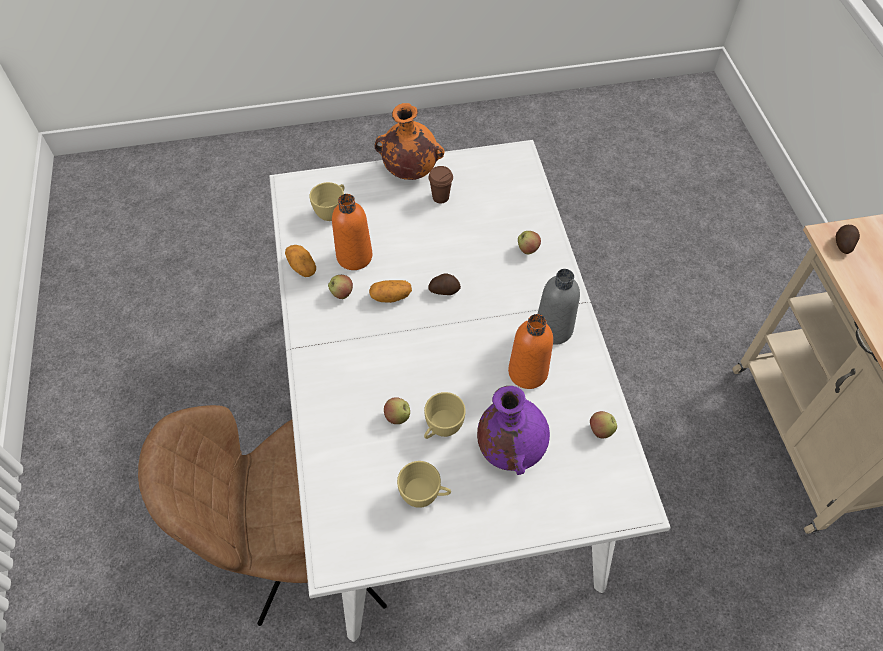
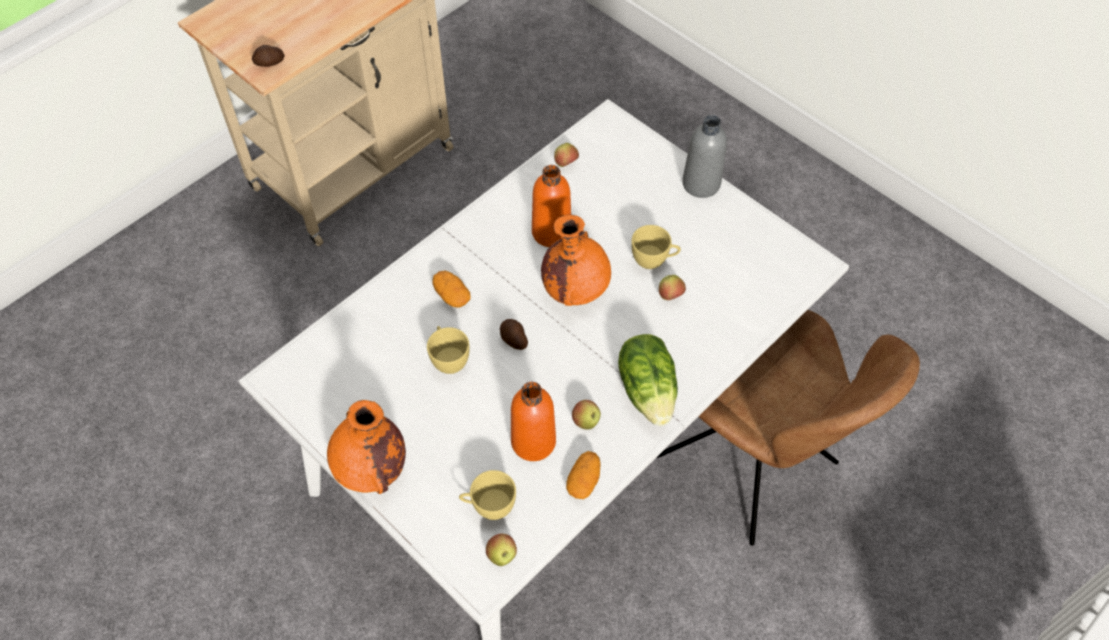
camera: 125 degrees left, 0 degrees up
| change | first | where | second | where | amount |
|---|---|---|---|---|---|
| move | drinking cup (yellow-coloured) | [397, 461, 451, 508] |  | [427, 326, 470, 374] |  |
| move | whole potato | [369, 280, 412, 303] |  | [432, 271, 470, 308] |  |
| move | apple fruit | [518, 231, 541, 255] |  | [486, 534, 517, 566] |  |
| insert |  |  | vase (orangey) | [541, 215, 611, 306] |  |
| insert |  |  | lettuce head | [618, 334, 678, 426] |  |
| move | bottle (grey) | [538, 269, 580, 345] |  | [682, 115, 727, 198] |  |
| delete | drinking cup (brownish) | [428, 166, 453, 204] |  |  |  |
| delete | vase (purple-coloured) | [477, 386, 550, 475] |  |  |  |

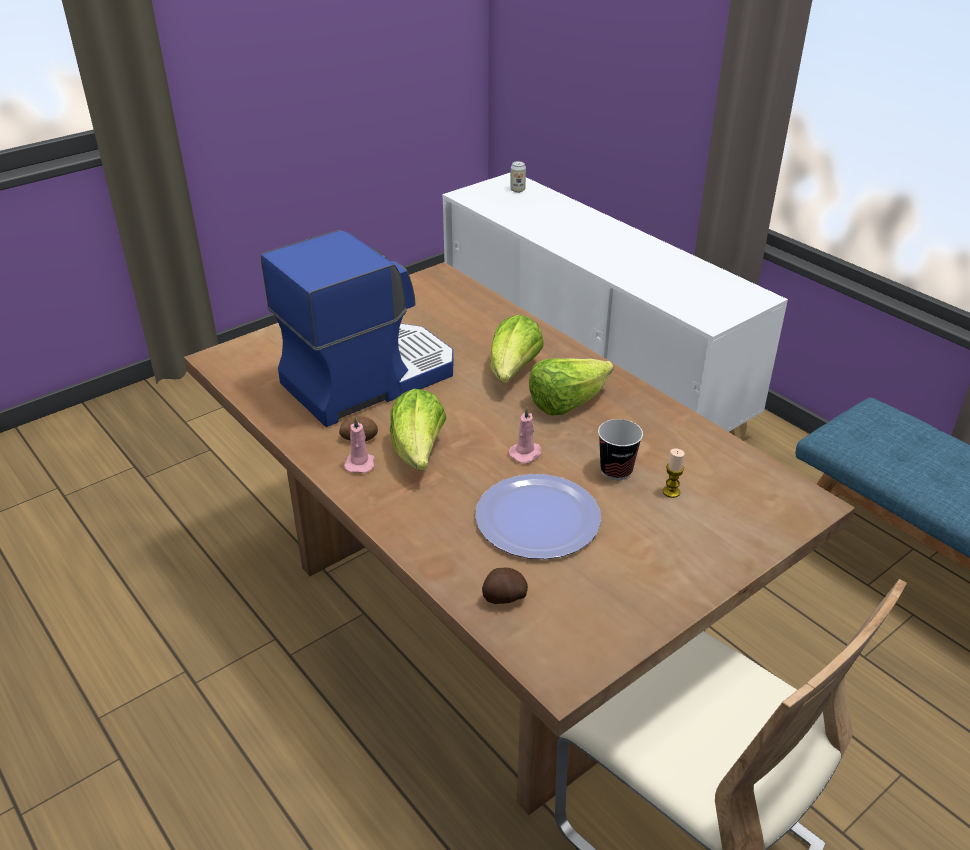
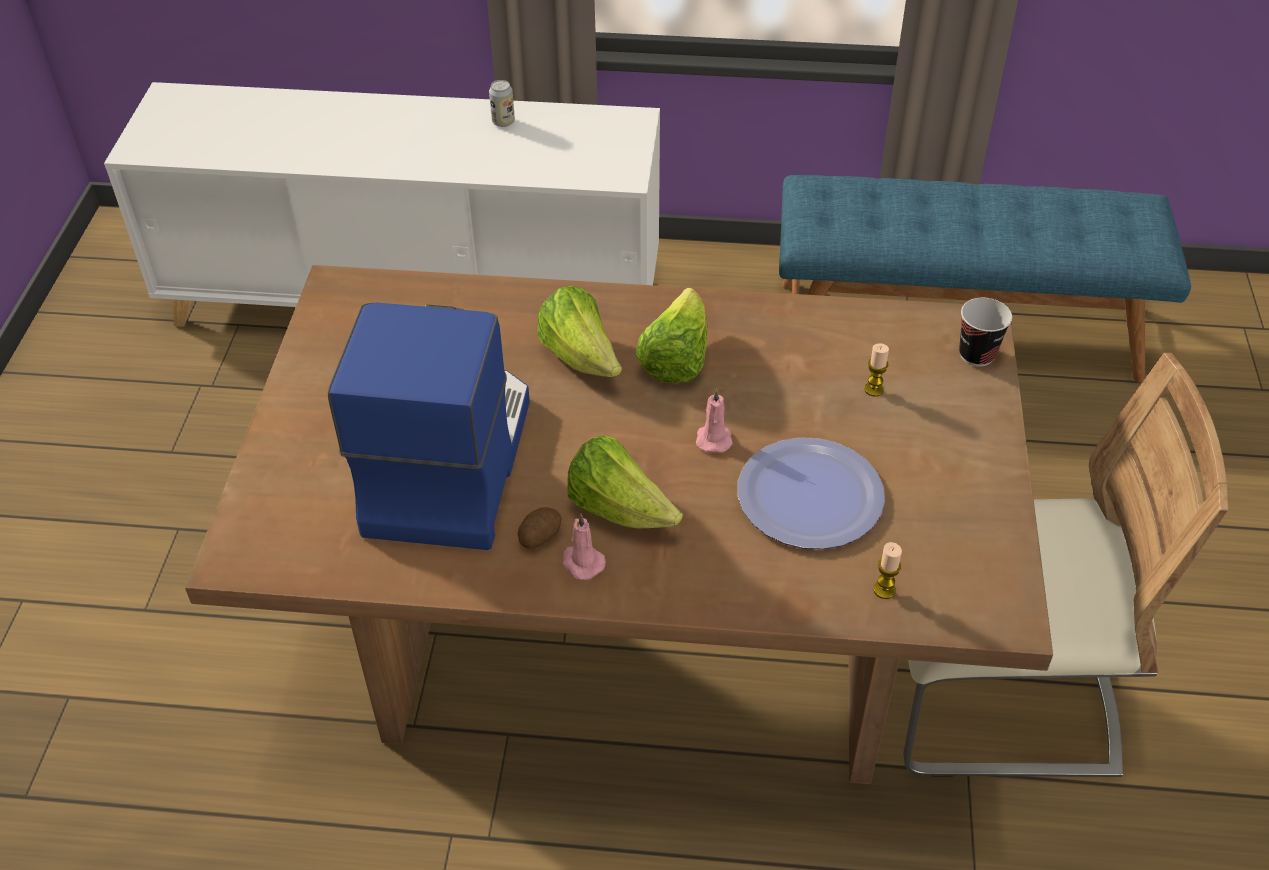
camera: 45 degrees left, 10 degrees up
| change | first | where | second | where | amount |
|---|---|---|---|---|---|
| move | sealed can | [510, 161, 526, 193] |  | [489, 80, 515, 127] |  |
| replace | whole potato | [482, 568, 528, 604] | candle | [873, 542, 902, 599] |  |
| move | drinking cup | [598, 419, 643, 480] |  | [959, 298, 1012, 367] |  |

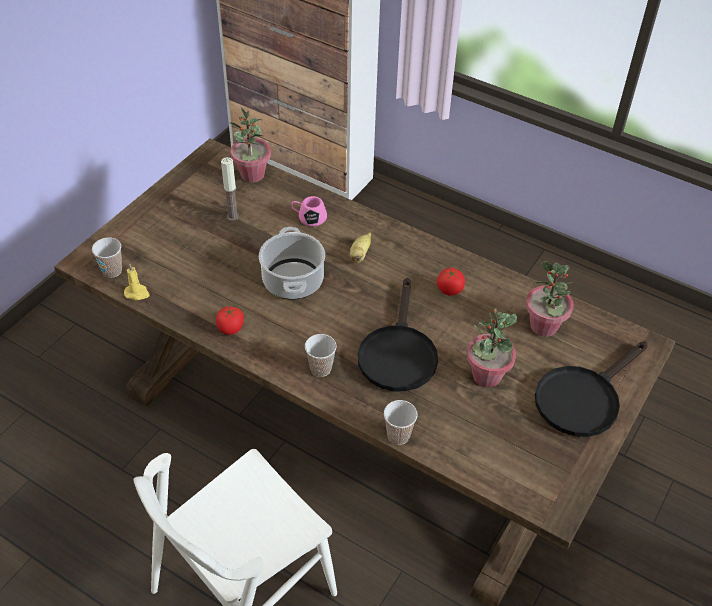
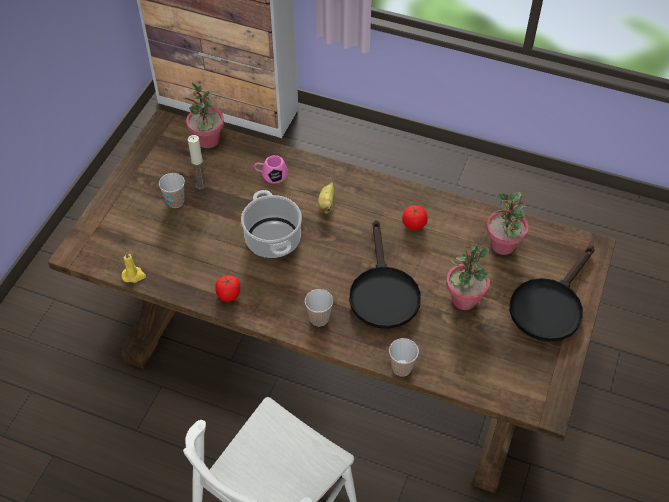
camera: 10 degrees left, 5 degrees up
| change | first | where | second | where | amount |
|---|---|---|---|---|---|
| move | drinking cup | [92, 238, 122, 278] |  | [159, 173, 185, 208] |  |

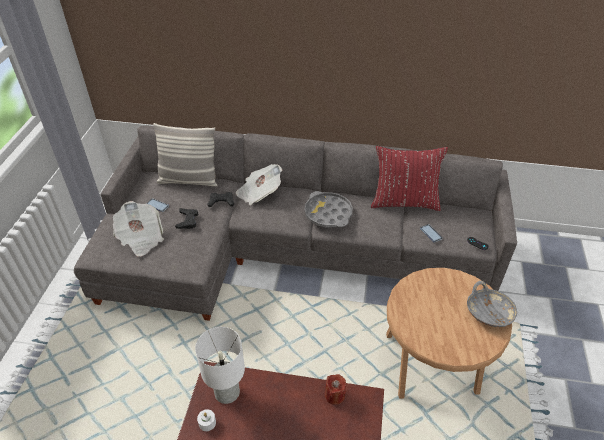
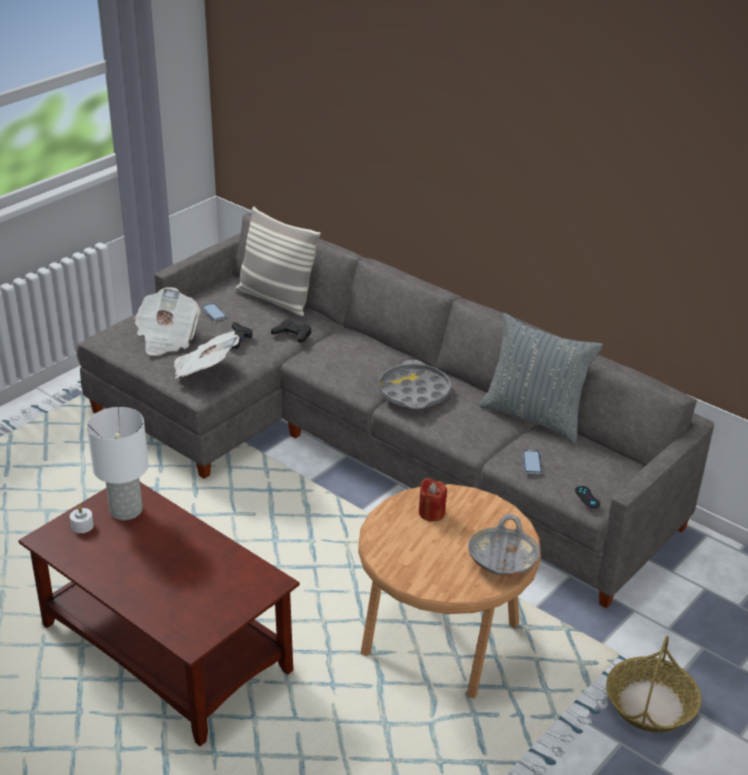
camera: 30 degrees right, 10 degrees down
| change | first | where | second | where | amount |
|---|---|---|---|---|---|
| move | newspaper | [236, 164, 282, 205] |  | [174, 331, 239, 379] |  |
| move | candle (reddish) | [325, 374, 346, 405] |  | [419, 478, 447, 521] |  |
| recolor | throw pillow (reddish) | [371, 146, 448, 211] | throw pillow (grey) | [479, 313, 603, 444] |  |
| insert |  |  | household basket | [606, 636, 702, 733] |  |

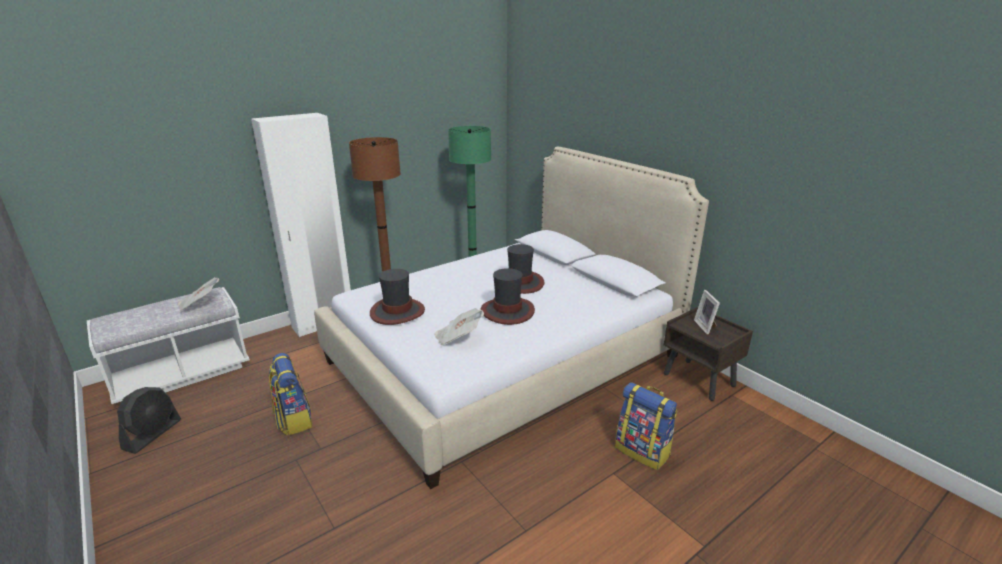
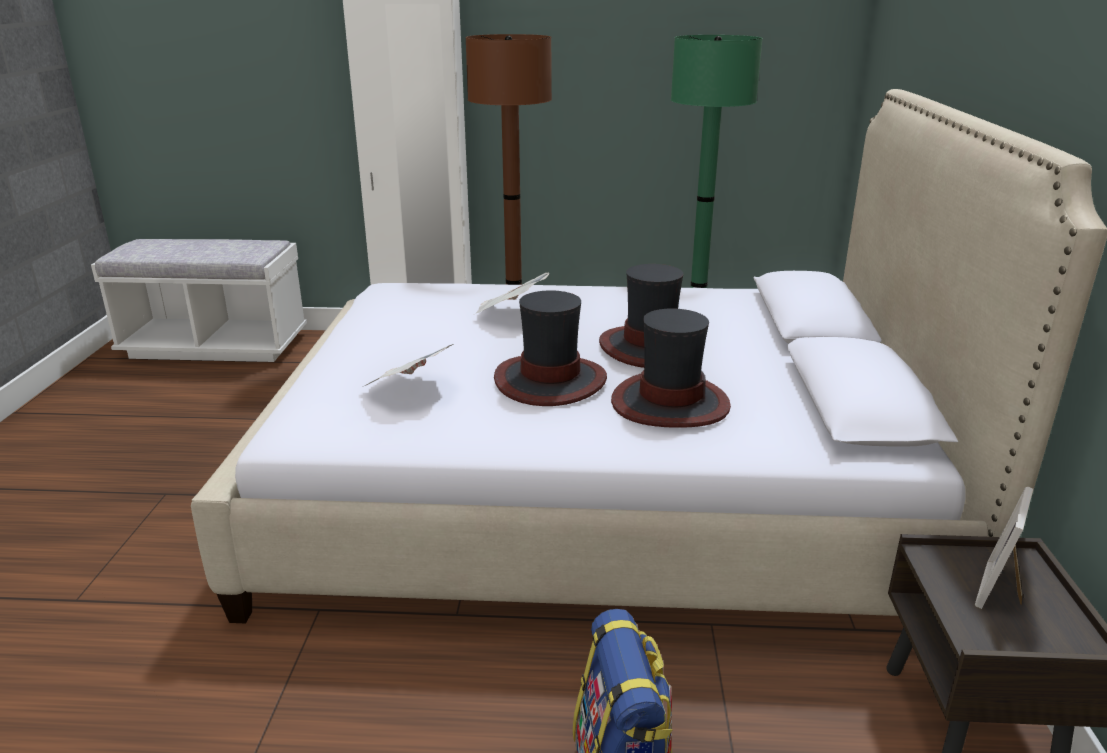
camera: 40 degrees right, 0 degrees up
| change | first | where | second | where | amount |
|---|---|---|---|---|---|
| move | newspaper | [178, 277, 219, 311] |  | [475, 272, 550, 314] |  |
| move | hat | [370, 269, 425, 325] |  | [611, 308, 731, 428] |  |
| delete | fan (black) | [117, 387, 181, 454] |  |  |  |
| delete | backpack | [269, 353, 312, 436] |  |  |  |

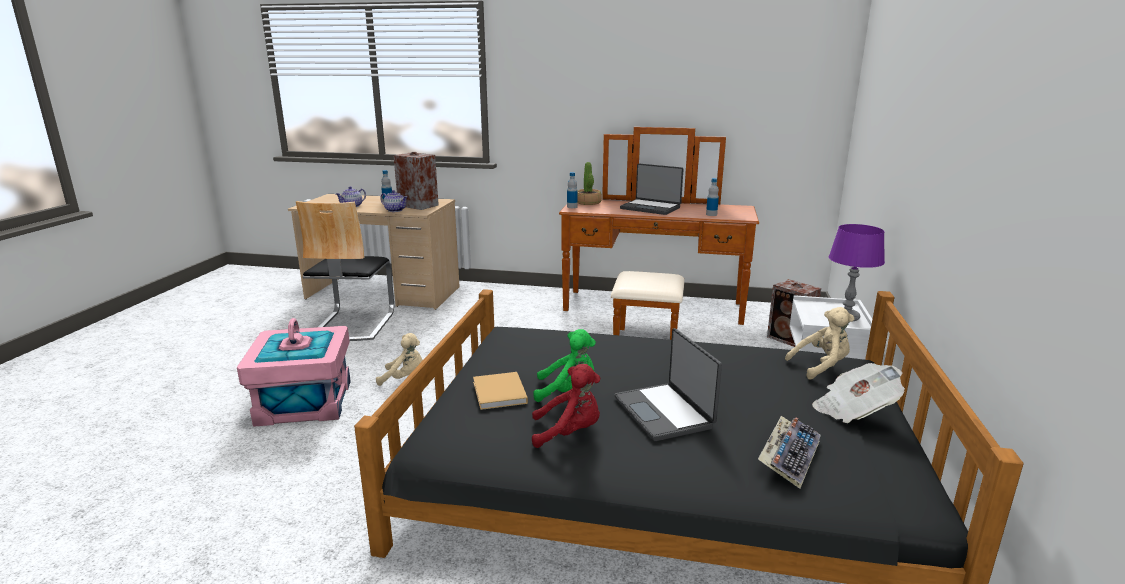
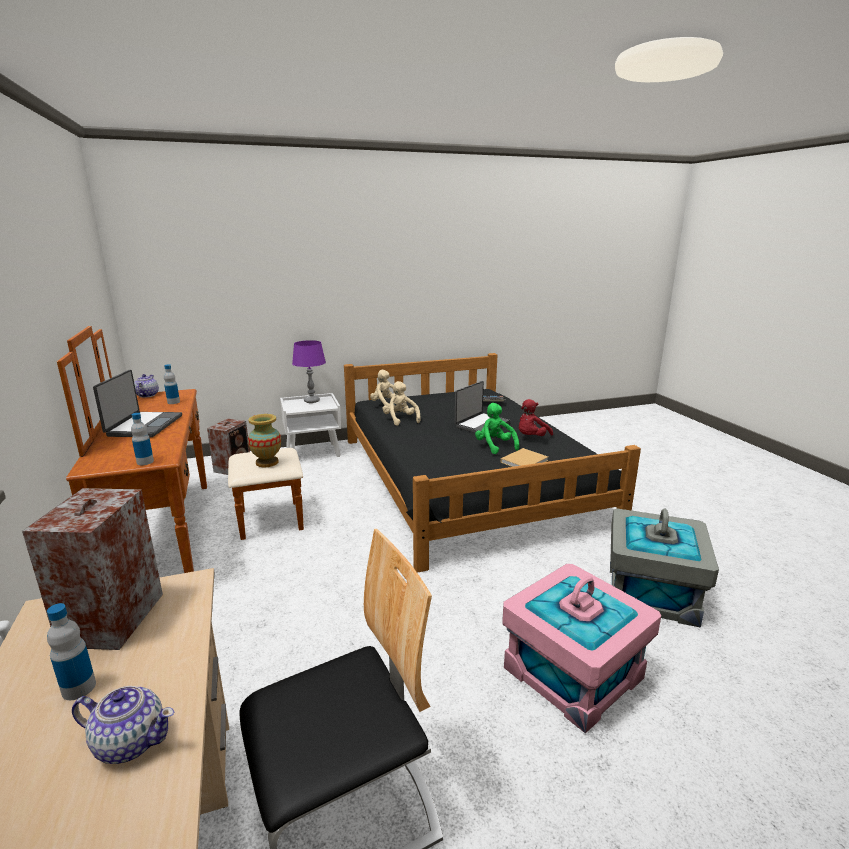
camera: 120 degrees left, 0 degrees up
| change | first | where | second | where | amount |
|---|---|---|---|---|---|
| move | tea pot | [380, 190, 408, 212] |  | [134, 374, 159, 398] |  |
| insert |  |  | vase | [248, 414, 281, 467] |  |
| move | cuddly toy (sand-coloured) | [376, 333, 423, 386] |  | [382, 381, 420, 426] |  |
| rotate | cuddly toy (reddish) | [532, 364, 600, 448] |  | [519, 399, 553, 436] | 105 degrees counterclockwise |
| insert |  |  | storage container (grey) | [610, 508, 719, 628] |  |
| delete | potted plant | [577, 162, 602, 205] |  |  |  |
| delete | newspaper | [812, 363, 905, 423] |  |  |  |

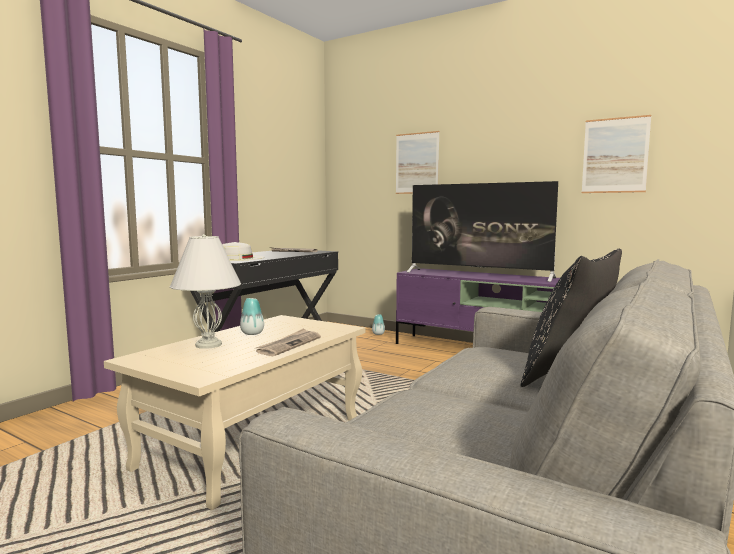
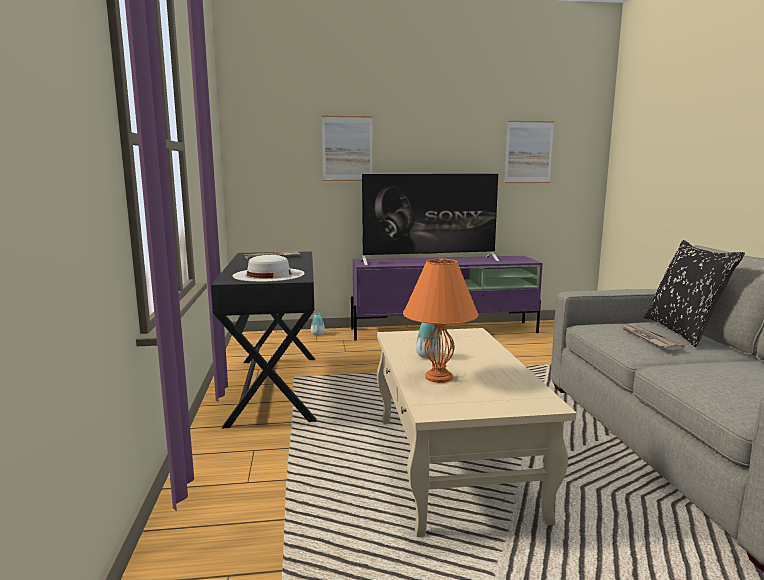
camera: 40 degrees left, 5 degrees up
| change | first | where | second | where | amount |
|---|---|---|---|---|---|
| recolor | lamp for a table (white-coloured) | [170, 234, 241, 349] | lamp for a table (orangey) | [403, 258, 478, 383] |  |
| move | newspaper | [255, 328, 321, 356] |  | [621, 324, 685, 350] |  |

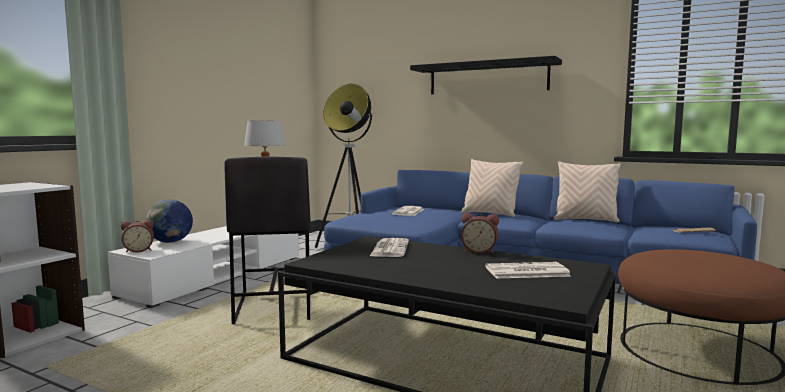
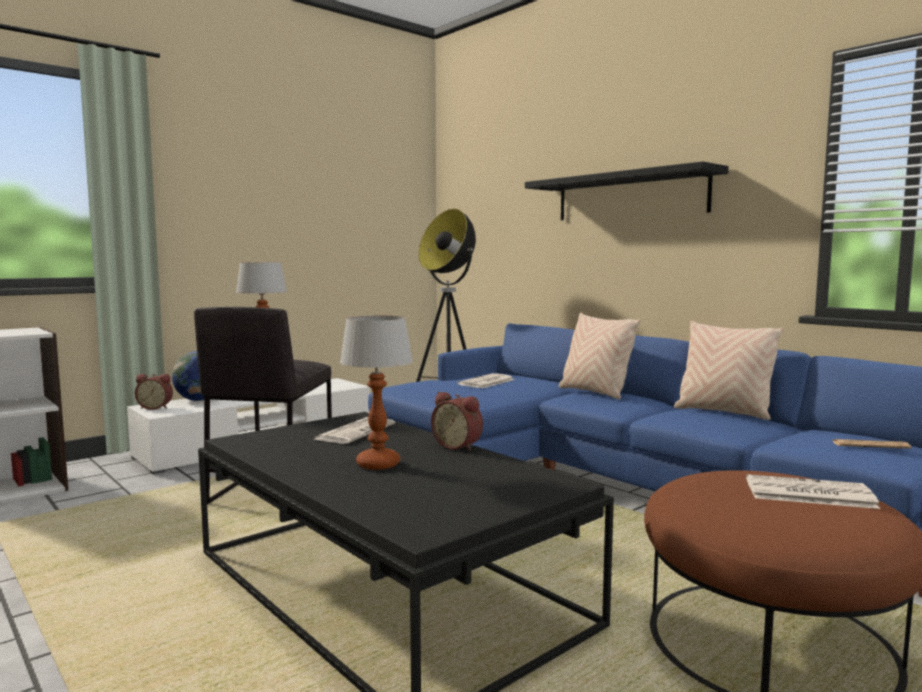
camera: 20 degrees right, 0 degrees up
| change | first | where | second | where | amount |
|---|---|---|---|---|---|
| insert |  |  | lamp for a table | [340, 315, 413, 470] |  |
| move | newspaper | [485, 262, 571, 279] |  | [746, 474, 880, 509] |  |

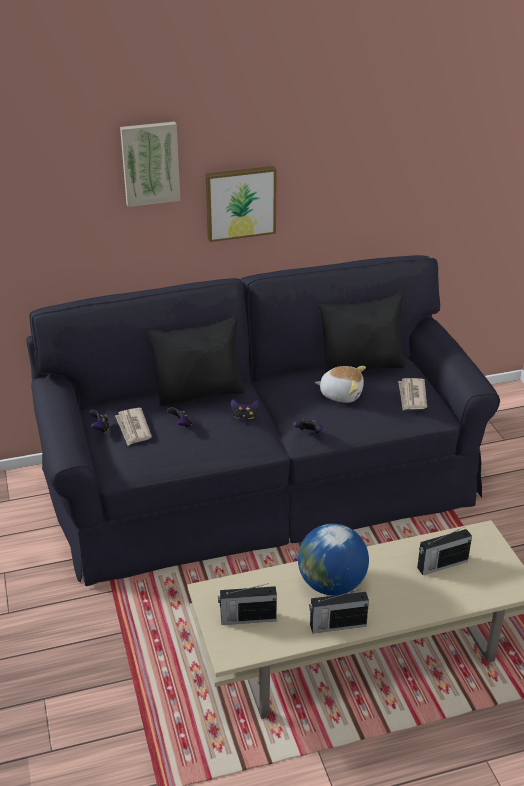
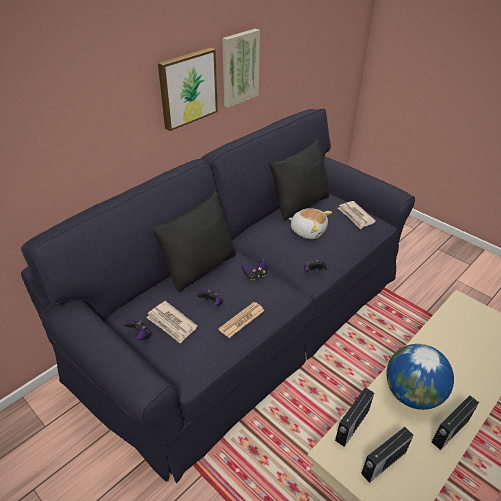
camera: 30 degrees left, 5 degrees up
| change | first | where | second | where | amount |
|---|---|---|---|---|---|
| insert |  |  | newspaper | [218, 302, 264, 338] |  |
| move | wall picture | [120, 122, 180, 207] |  | [222, 29, 260, 108] |  |
| rotate | cuddly toy | [315, 366, 366, 403] |  | [289, 208, 332, 239] | 45 degrees clockwise |
| move | radio set | [417, 527, 472, 575] |  | [335, 387, 374, 447] |  |

